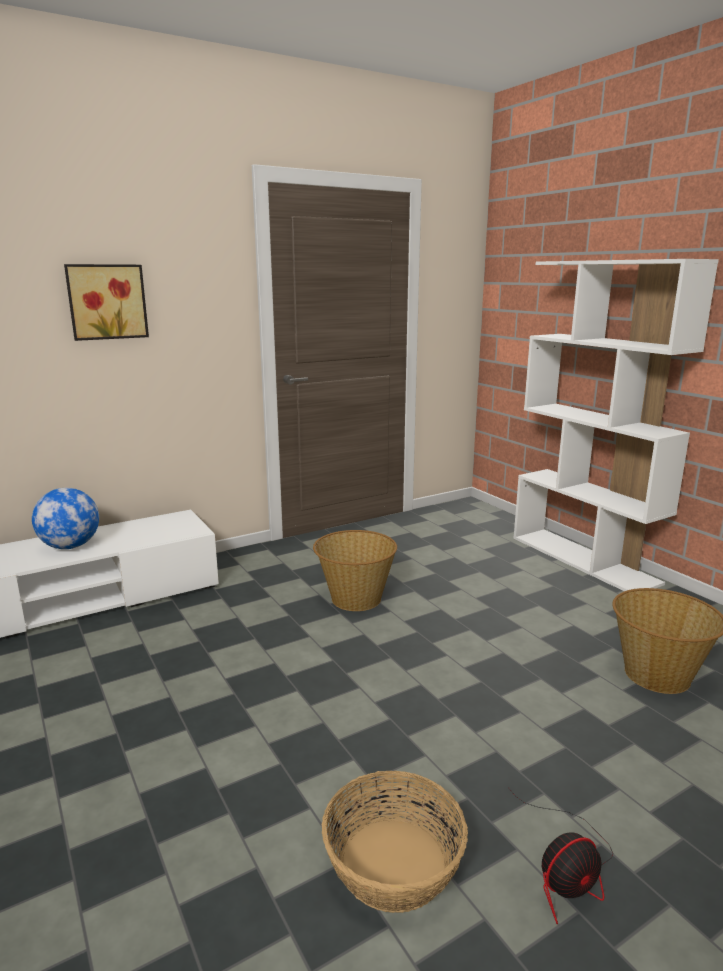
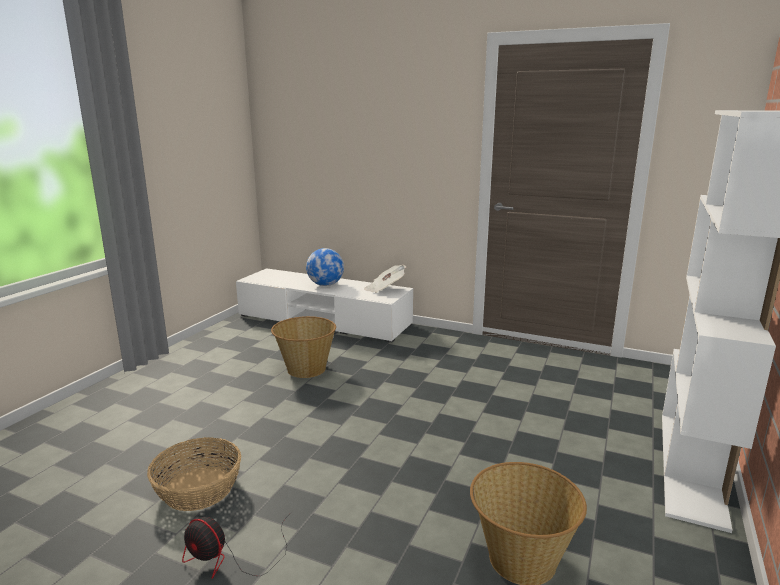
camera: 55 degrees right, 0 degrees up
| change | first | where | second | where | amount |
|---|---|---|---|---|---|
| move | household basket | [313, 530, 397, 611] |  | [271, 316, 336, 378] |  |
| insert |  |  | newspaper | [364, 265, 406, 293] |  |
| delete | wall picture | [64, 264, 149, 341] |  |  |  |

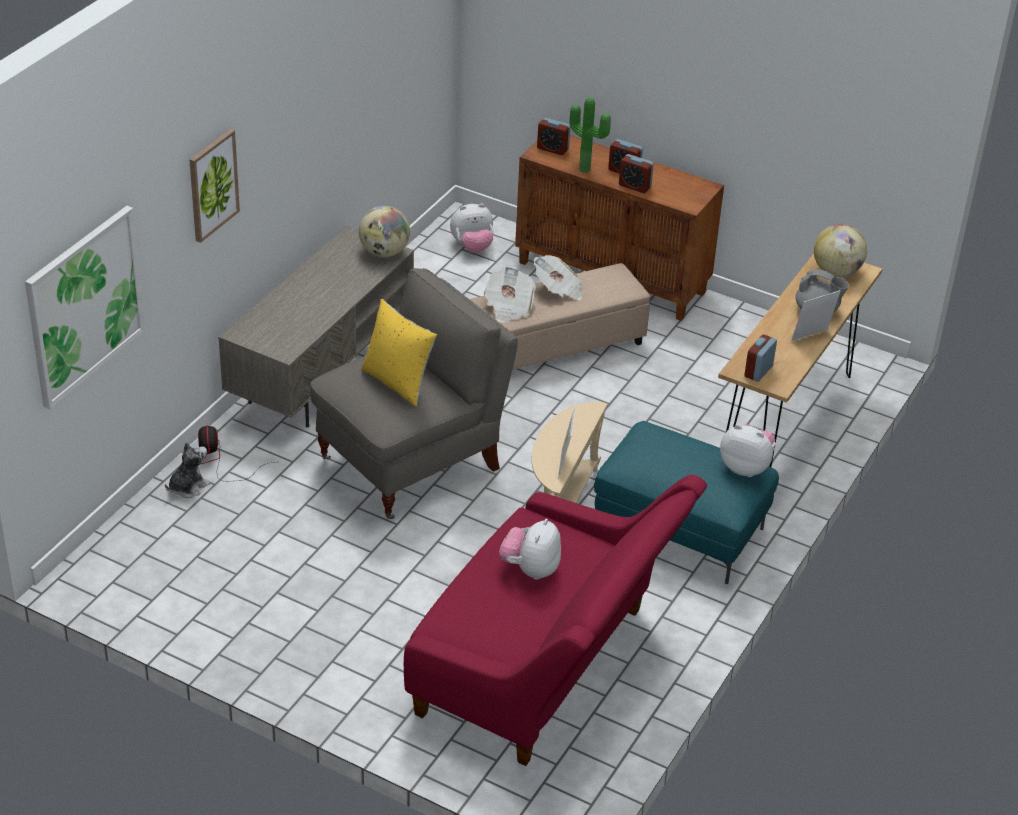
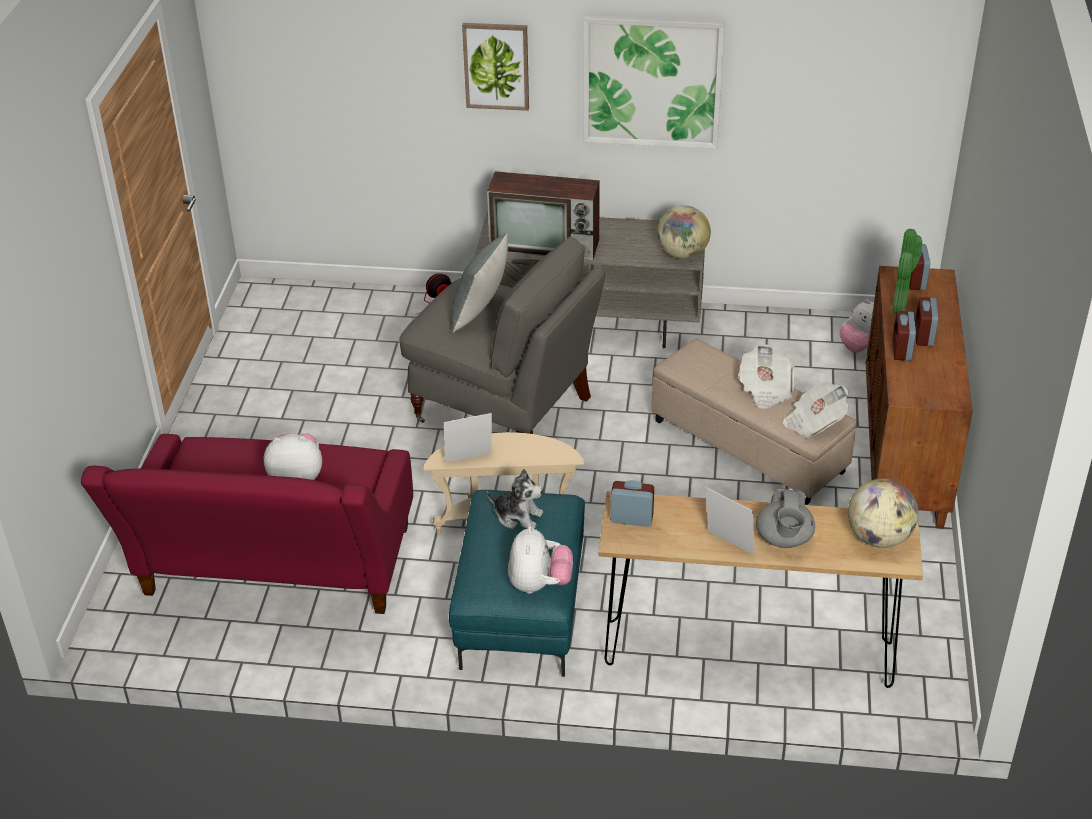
camera: 70 degrees right, 0 degrees up
| change | first | where | second | where | amount |
|---|---|---|---|---|---|
| recolor | throw pillow (yellow-coloured) | [361, 299, 437, 406] | throw pillow (grey) | [452, 233, 508, 333] |  |
| insert |  |  | television | [487, 171, 600, 261] |  |
| move | cuddly toy | [165, 442, 210, 498] |  | [487, 469, 543, 529] |  |
| move | wall picture | [25, 206, 145, 409] |  | [583, 16, 725, 149] |  |
| move | newspaper | [484, 266, 536, 323] |  | [783, 382, 849, 438] |  |

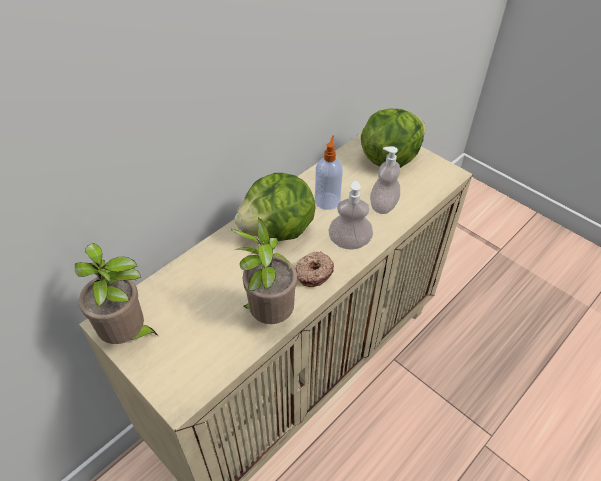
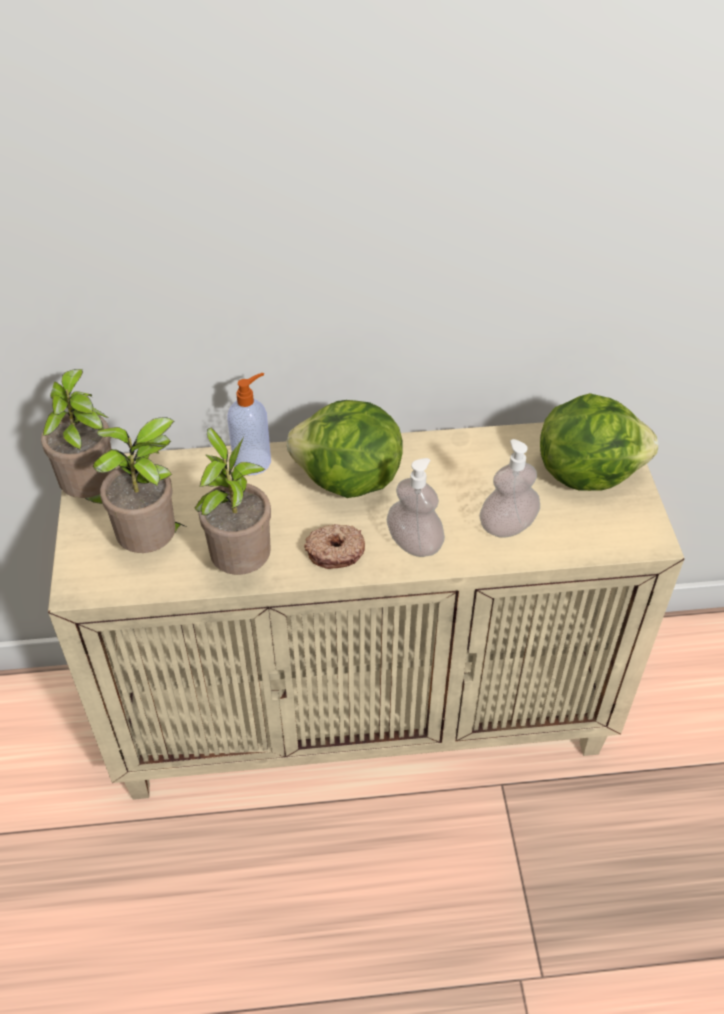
camera: 40 degrees right, 0 degrees up
| change | first | where | second | where | amount |
|---|---|---|---|---|---|
| insert |  |  | potted plant | [93, 417, 186, 553] |  |
| move | liquid soap bottle | [315, 135, 343, 210] |  | [228, 373, 271, 475] |  |

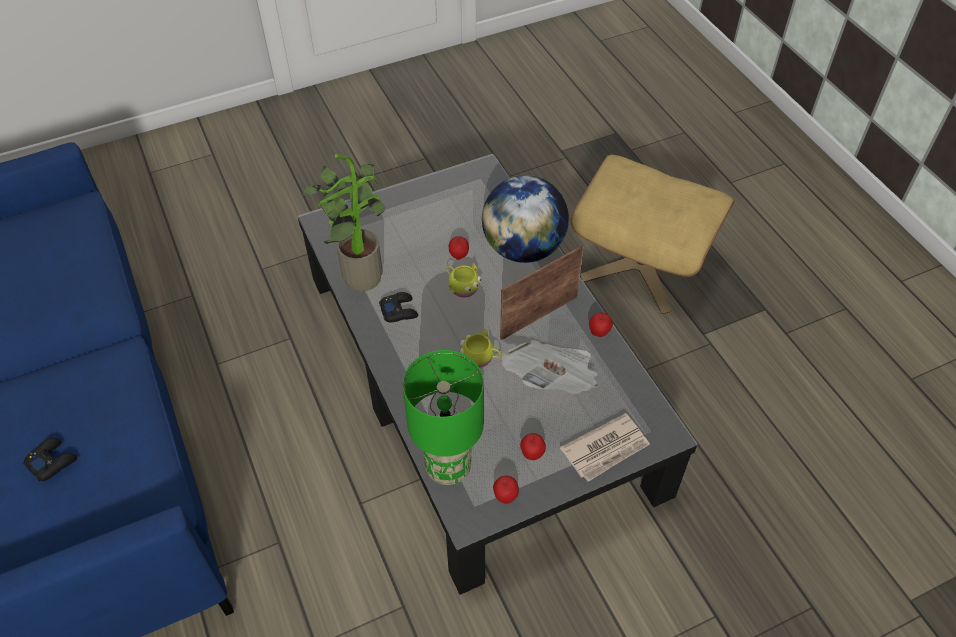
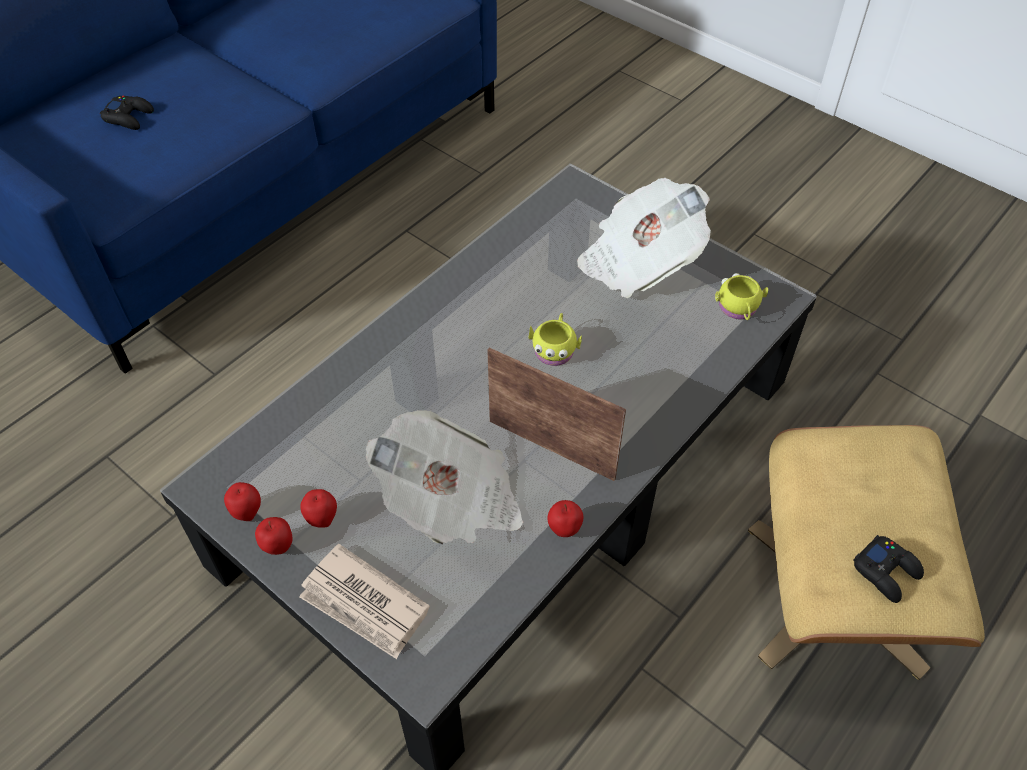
camera: 65 degrees right, 0 degrees up
| change | first | where | second | where | amount |
|---|---|---|---|---|---|
| move | apple fruit | [449, 236, 469, 260] |  | [255, 517, 292, 555] |  |
| insert |  |  | newspaper | [577, 178, 711, 298] |  |
| move | tea mug (yellow-coloured) | [459, 330, 501, 368] |  | [715, 273, 768, 320] |  |
| move | game controller (black) | [379, 292, 418, 322] |  | [853, 535, 924, 603] |  |
| delete | potted plant | [301, 154, 386, 292] |  |  |  |
| delete | lamp for a table (green-coloured) | [403, 350, 484, 485] |  |  |  |
| delete | globe | [482, 175, 569, 263] |  |  |  |

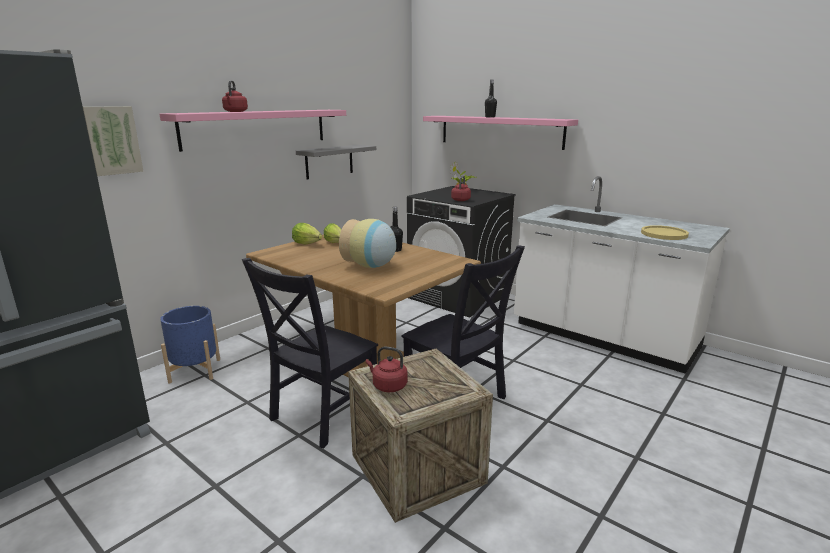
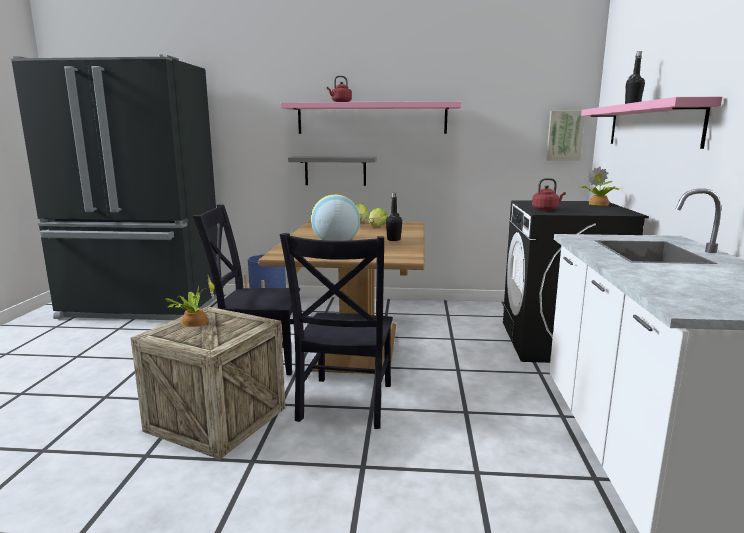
camera: 55 degrees right, 5 degrees down
| change | first | where | second | where | amount |
|---|---|---|---|---|---|
| replace | tea kettle (reddish) | [366, 347, 408, 392] | potted plant | [165, 275, 215, 327] |  |
| move | wall shelf (grey) | [296, 145, 376, 180] |  | [288, 156, 377, 186] |  |
| move | wall picture | [83, 106, 144, 176] |  | [546, 111, 585, 161] |  |
| delete | flat dish (yellow-coloured) | [641, 225, 689, 240] |  |  |  |

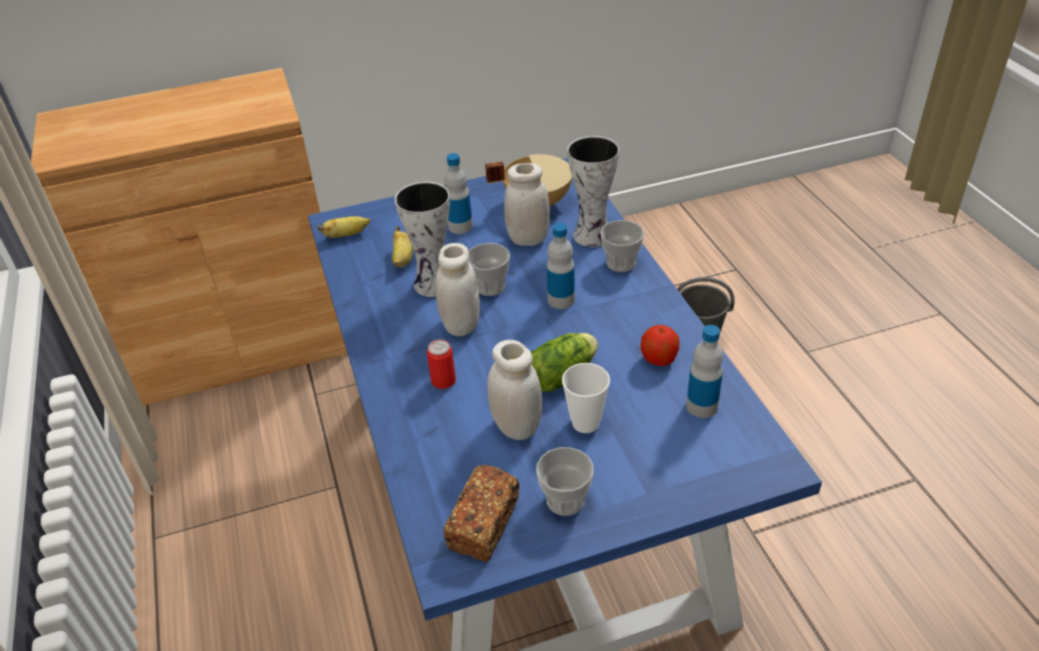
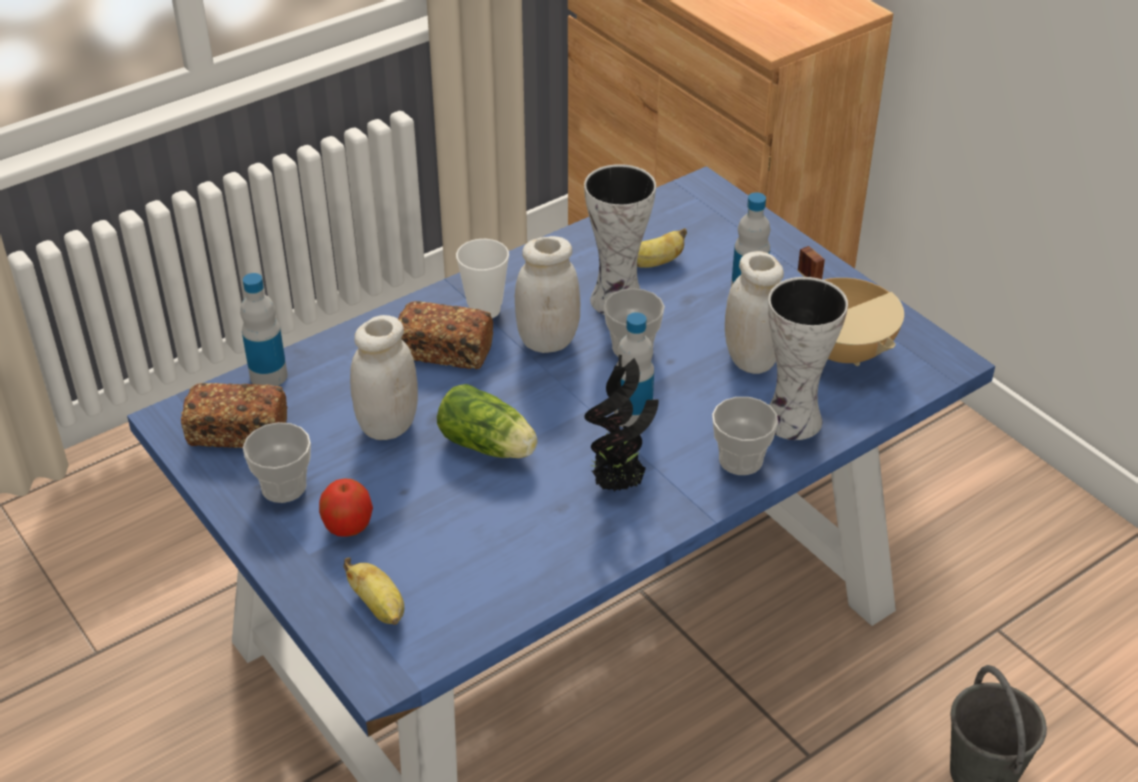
camera: 70 degrees right, 0 degrees up
| change | first | where | second | where | amount |
|---|---|---|---|---|---|
| move | bottle | [686, 325, 723, 418] |  | [240, 273, 287, 386] |  |
| move | apple fruit | [641, 325, 679, 366] |  | [319, 478, 373, 537] |  |
| move | banana fruit | [318, 216, 370, 238] |  | [343, 557, 404, 625] |  |
| replace | sealed can | [427, 339, 456, 389] | bakery bread | [398, 301, 493, 369] |  |
| move | drinking cup | [562, 363, 610, 433] |  | [456, 239, 509, 318] |  |
| insert |  |  | potted plant | [584, 354, 659, 491] |  |

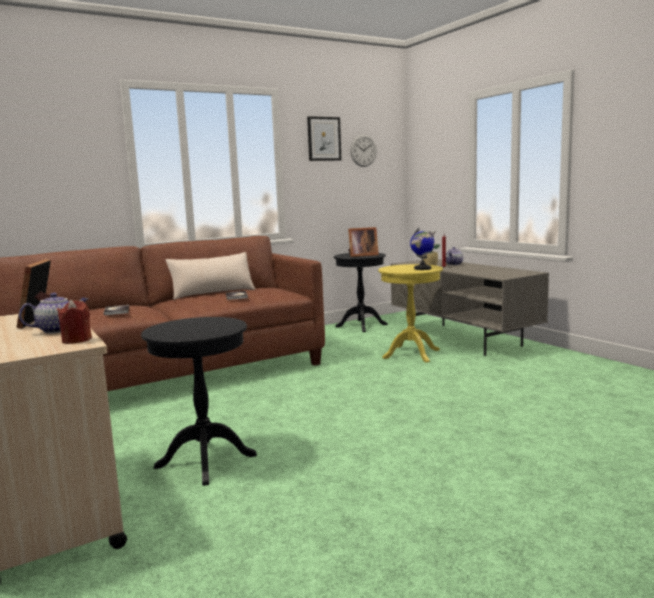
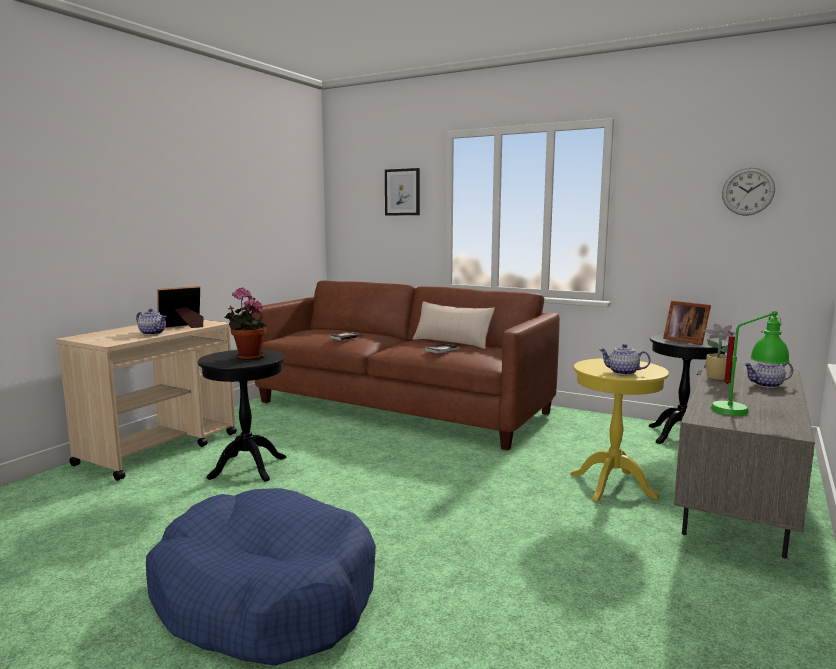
camera: 60 degrees right, 0 degrees up
| change | first | where | second | where | amount |
|---|---|---|---|---|---|
| insert |  |  | dog bed (blue) | [146, 488, 376, 666] |  |
| insert |  |  | potted plant | [225, 287, 267, 360] |  |
| move | wall picture | [307, 116, 341, 161] |  | [385, 168, 420, 215] |  |
| replace | globe | [410, 228, 434, 270] | tea pot | [599, 344, 651, 375] |  |
| insert |  |  | lamp for a table (green-coloured) | [710, 311, 790, 416] |  |
| delete | candle (reddish) | [57, 300, 92, 344] |  |  |  |

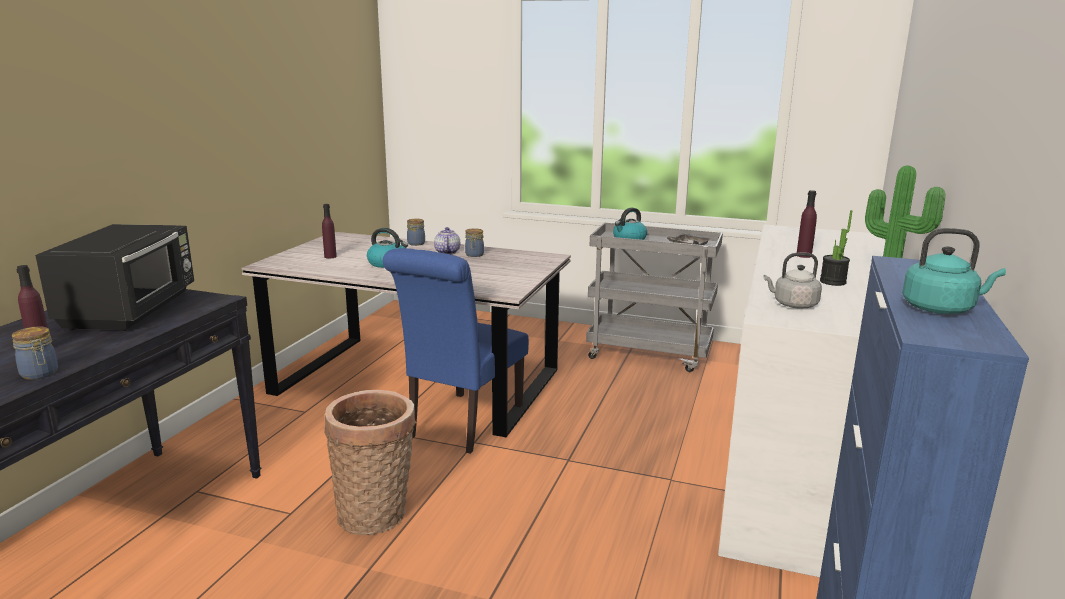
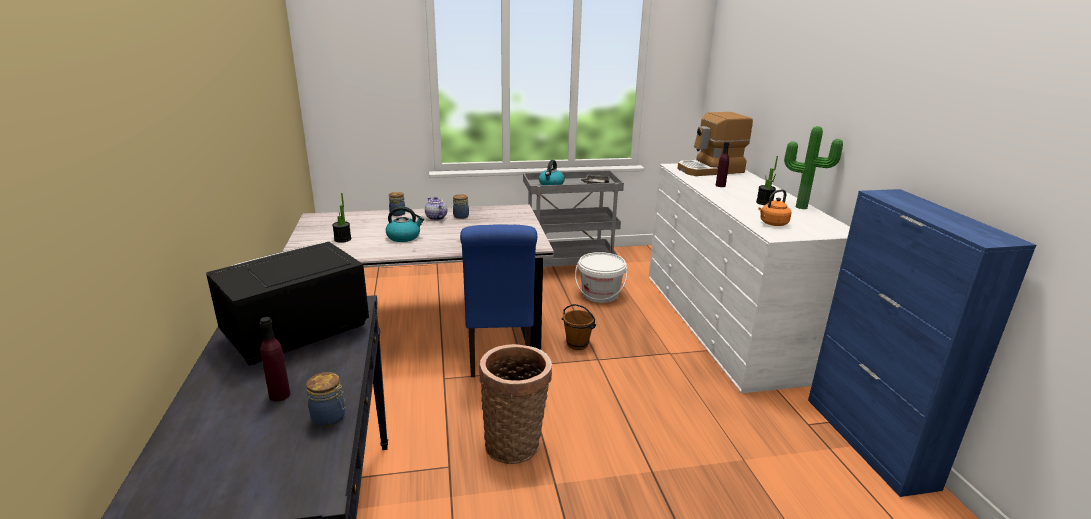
camera: 30 degrees left, 5 degrees up
| change | first | where | second | where | amount |
|---|---|---|---|---|---|
| rotate | microwave (black) | [35, 224, 194, 331] |  | [206, 242, 369, 366] | 105 degrees counterclockwise |
| replace | bottle (purple-coloured) | [322, 204, 337, 259] | potted plant | [332, 193, 351, 243] |  |
| insert |  |  | bucket (brownish) | [562, 304, 596, 350] |  |
| insert |  |  | bucket (white-coloured) | [575, 252, 627, 303] |  |
| insert |  |  | coffee maker | [677, 112, 753, 176] |  |
| recolor | tea kettle (grey) | [763, 252, 822, 309] | tea kettle (orangey) | [758, 189, 791, 226] |  |
| delete | tea kettle (turquoise-coloured) | [902, 228, 1006, 314] |  |  |  |

